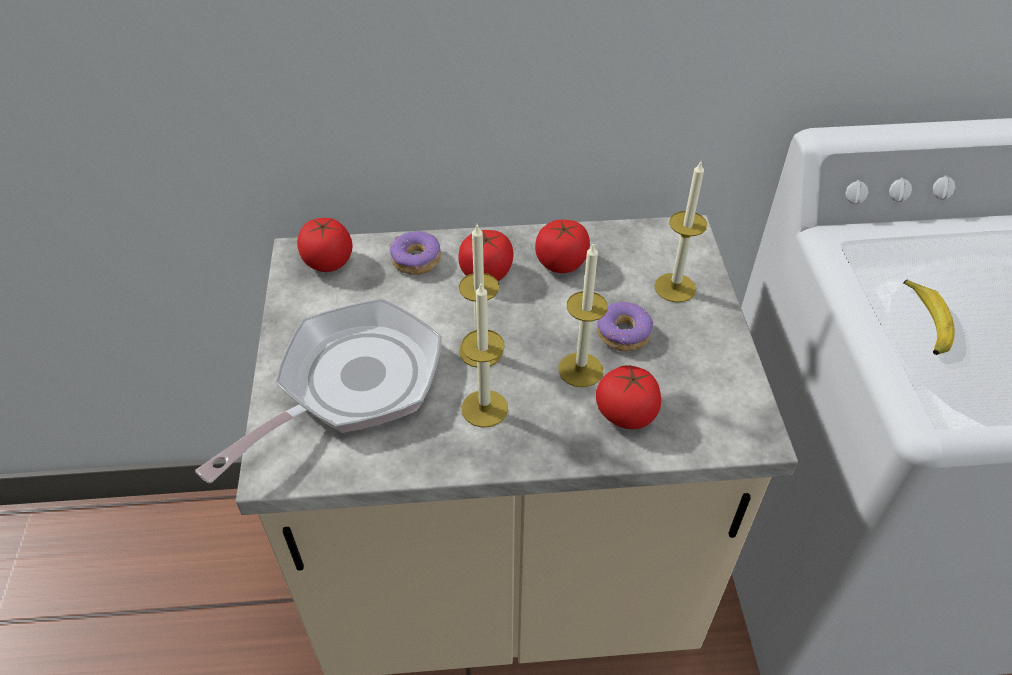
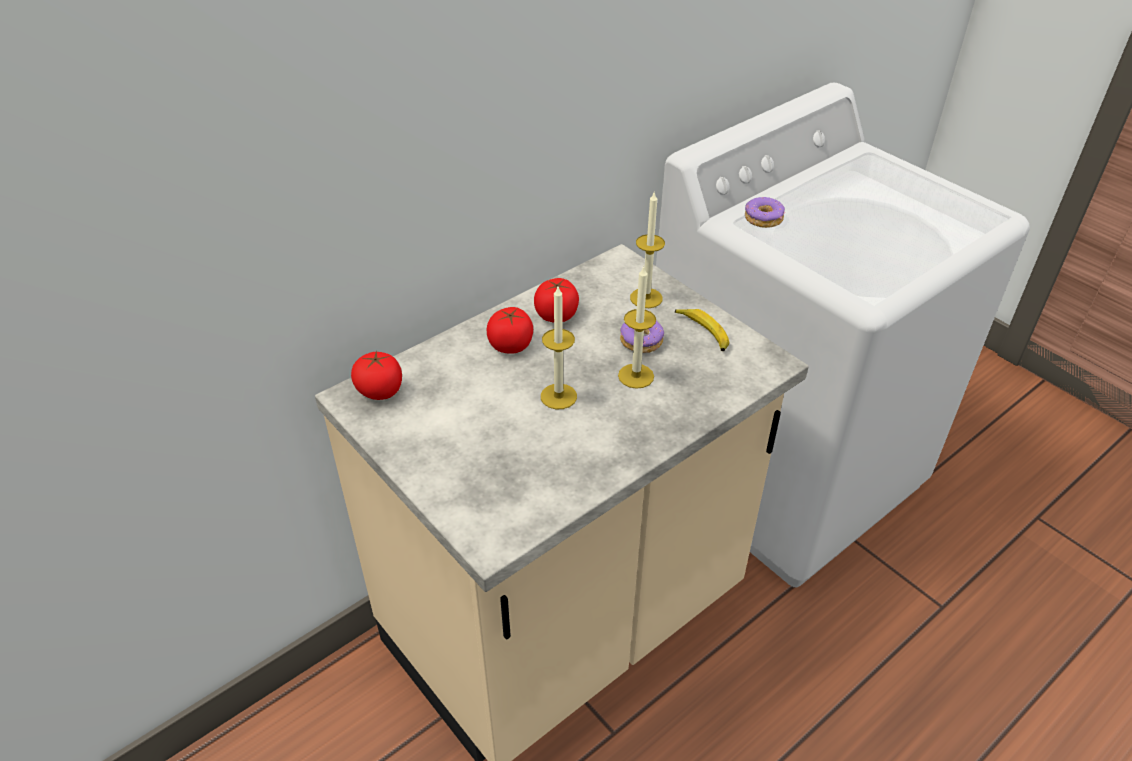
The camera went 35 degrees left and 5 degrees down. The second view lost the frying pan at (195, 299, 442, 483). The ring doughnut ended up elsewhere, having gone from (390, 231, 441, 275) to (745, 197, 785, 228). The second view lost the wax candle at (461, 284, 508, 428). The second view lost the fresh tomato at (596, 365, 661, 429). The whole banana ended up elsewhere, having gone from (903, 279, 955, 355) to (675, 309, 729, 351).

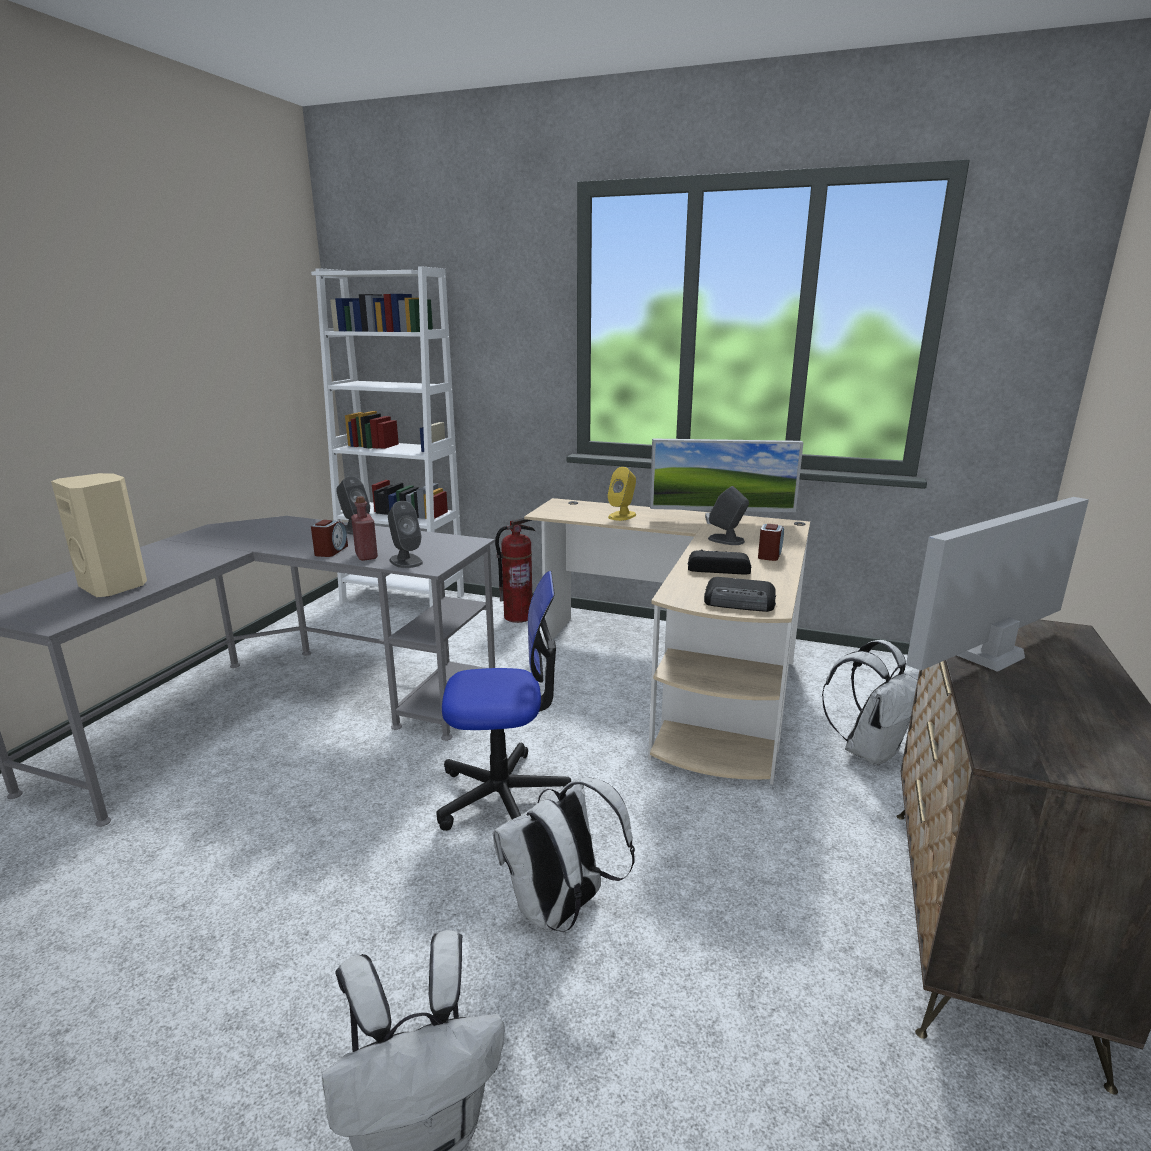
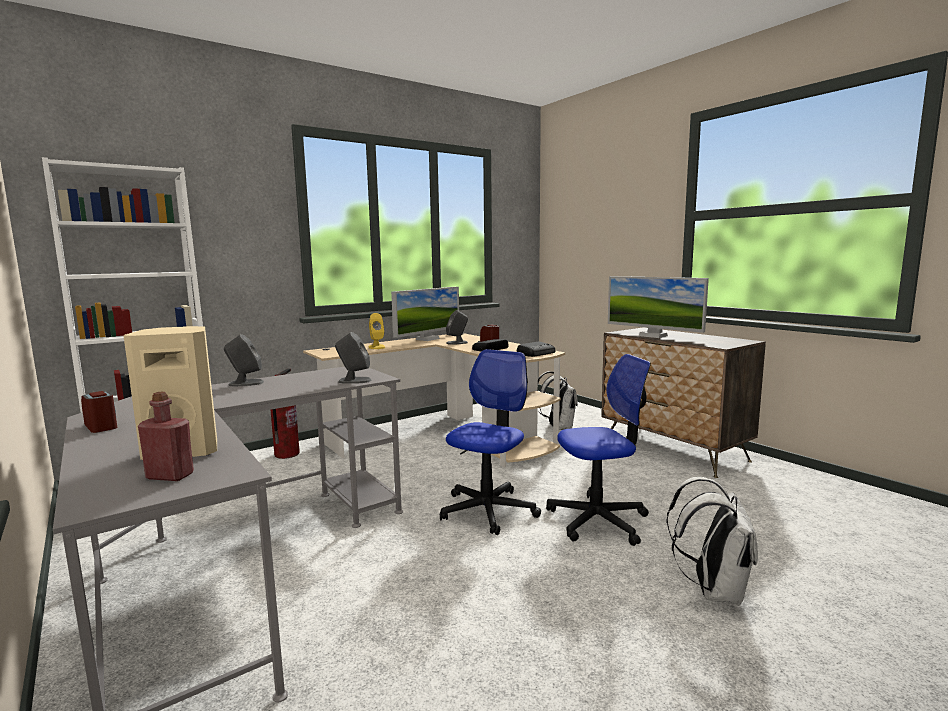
The camera went 55 degrees left and 10 degrees down. The bedside clock ended up elsewhere, having gone from (311, 520, 348, 557) to (81, 391, 117, 433). The red-coloured beverage bottle ended up elsewhere, having gone from (351, 496, 378, 561) to (138, 392, 194, 481). Where the whitish rucksack stood at (493, 775, 635, 932), the office chair came to stand at (546, 354, 651, 546). The computer display at (906, 497, 1089, 672) ended up facing another way, 45 degrees counterclockwise from before.

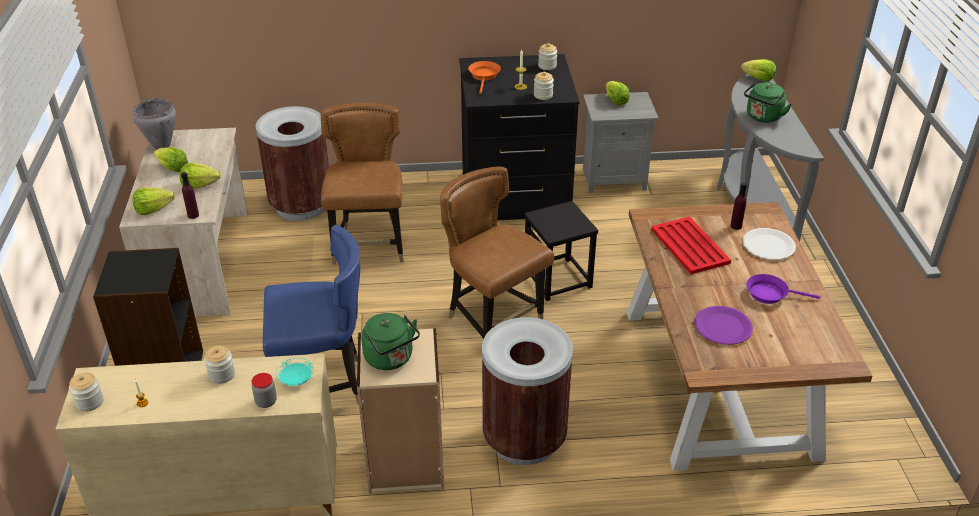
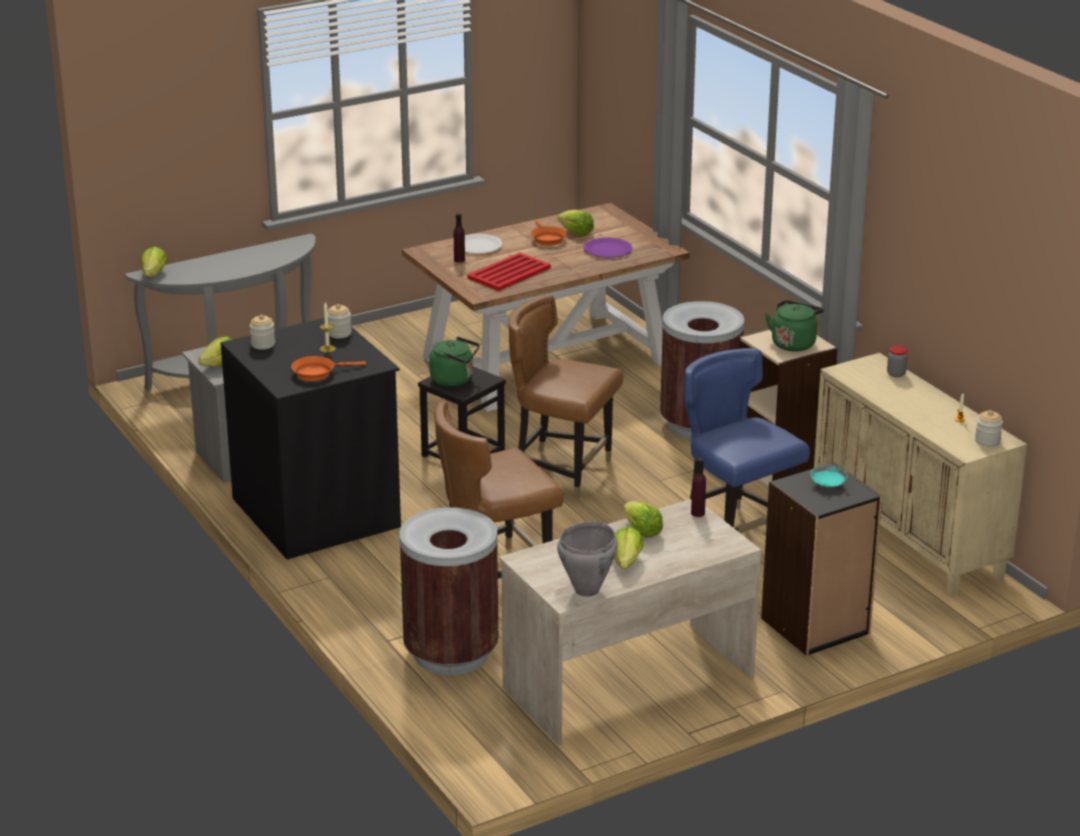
The camera went 115 degrees left and 10 degrees down. The lettuce head ended up elsewhere, having gone from (132, 187, 175, 215) to (557, 210, 594, 235). The second view lost the jar at (204, 346, 235, 384). The turquoise dinner plate ended up elsewhere, having gone from (276, 358, 314, 386) to (810, 466, 848, 487). The brownish upright chair at (440, 167, 554, 339) ended up facing another way, 90 degrees clockwise from before. The greenish water kettle ended up elsewhere, having gone from (744, 82, 792, 122) to (429, 336, 480, 387). What was the purple frying pan at (746, 274, 820, 304) turned into the orange frying pan at (531, 220, 567, 246).

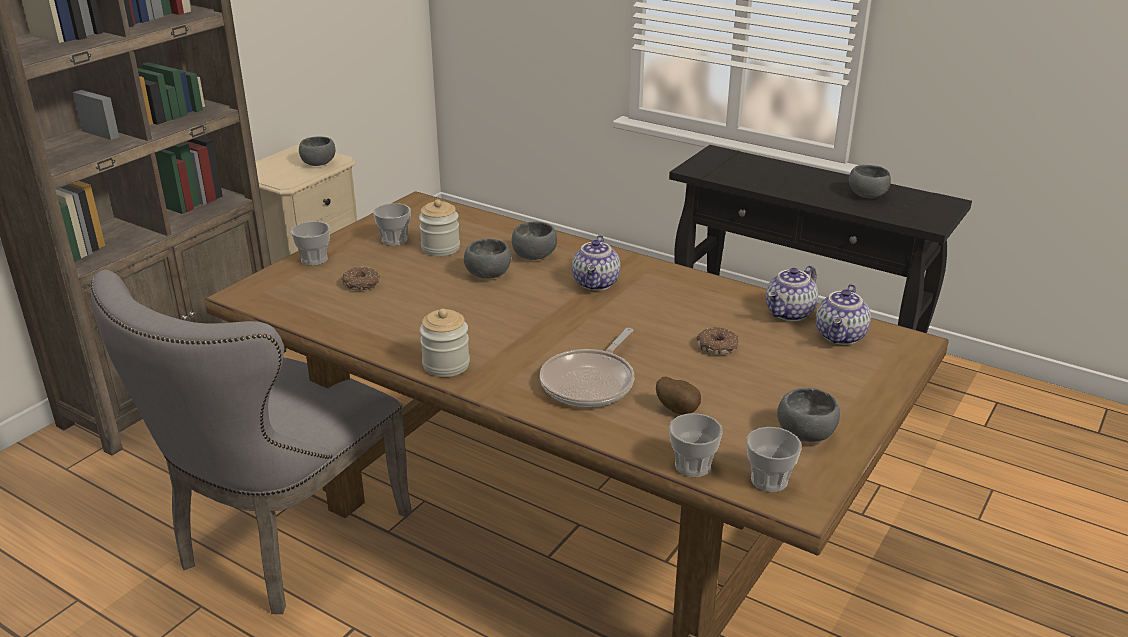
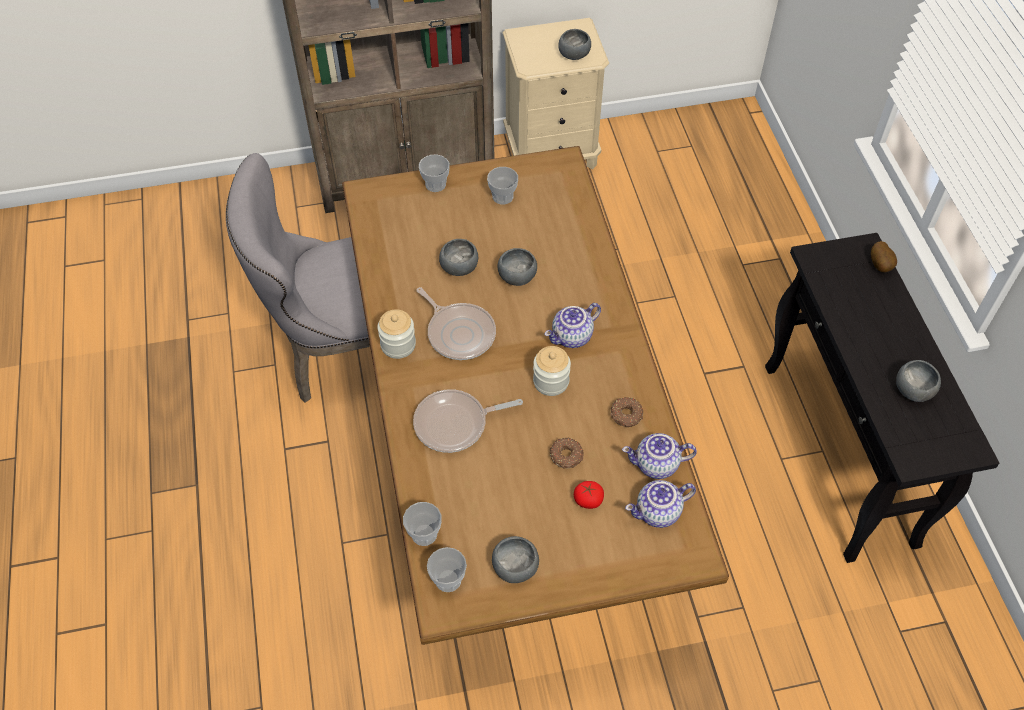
The camera went 45 degrees right and 25 degrees up. The ring doughnut ended up elsewhere, having gone from (342, 267, 380, 291) to (610, 397, 643, 427). The jar ended up elsewhere, having gone from (419, 199, 460, 256) to (533, 346, 571, 396). The gray serving bowl ended up elsewhere, having gone from (512, 221, 557, 260) to (439, 239, 478, 276). The whole potato ended up elsewhere, having gone from (656, 376, 701, 415) to (871, 241, 897, 272). The second view gained the frying pan at (416, 287, 496, 360). The second view gained the fresh tomato at (574, 481, 604, 509).

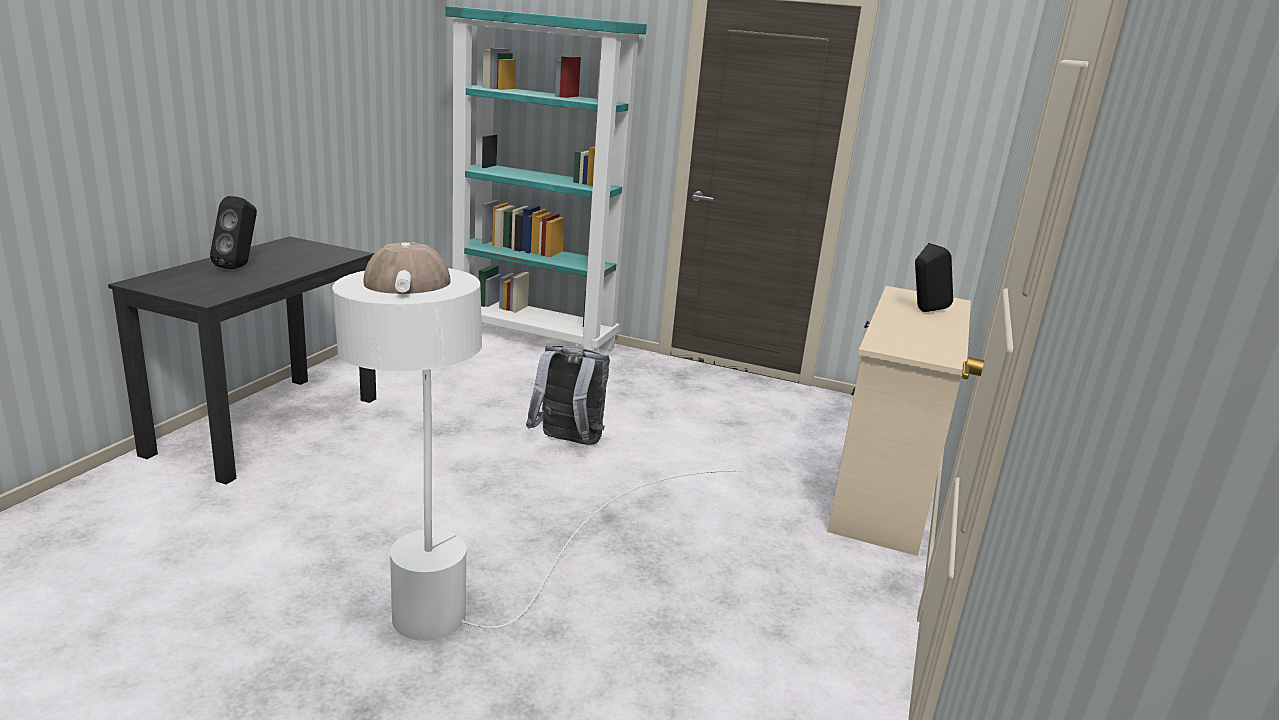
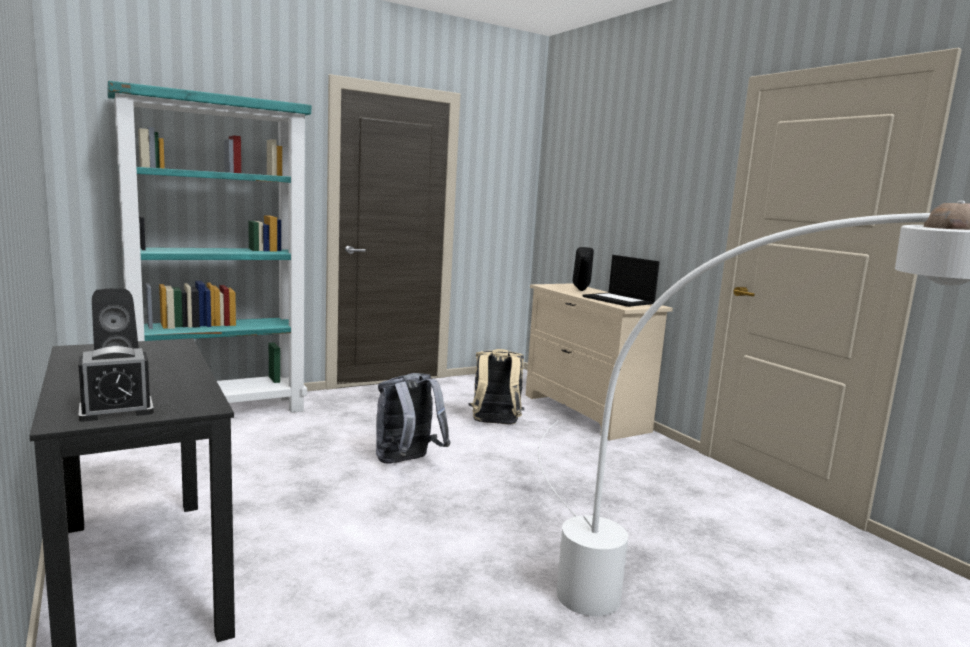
The camera went 50 degrees left and 10 degrees down. The second view gained the bedside clock at (78, 346, 154, 422). The second view gained the sand-coloured rucksack at (468, 349, 524, 424). The second view gained the laptop at (583, 255, 659, 307).

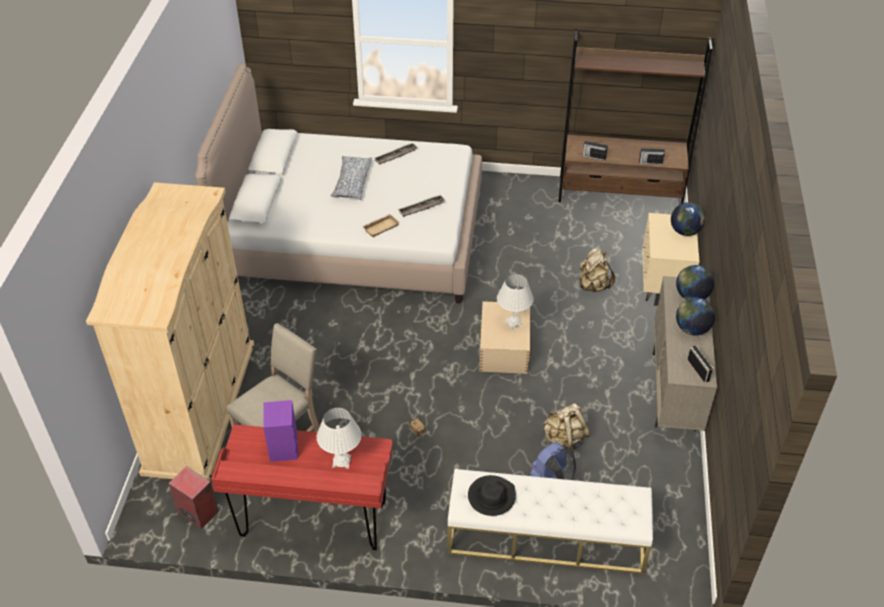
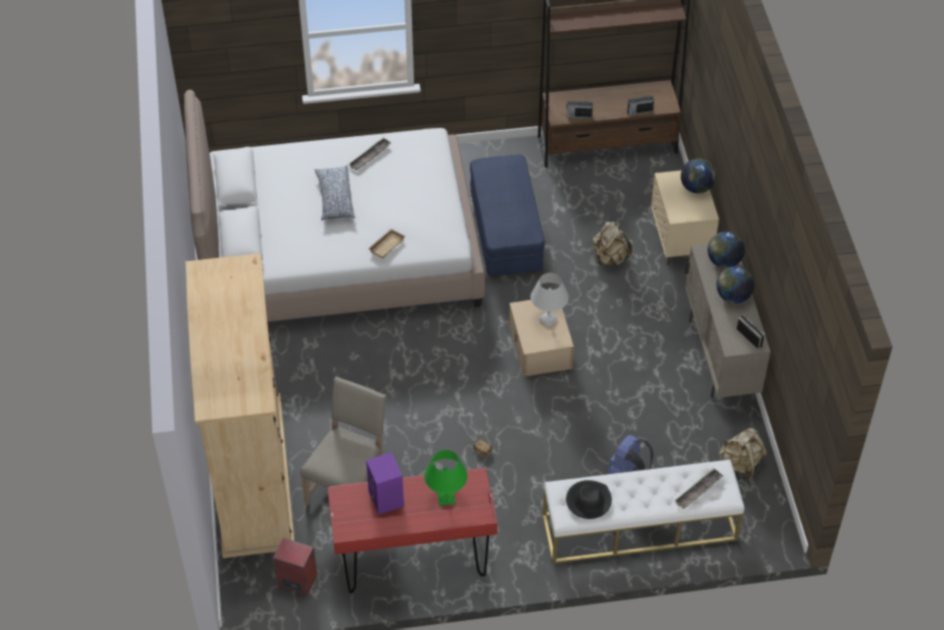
The camera went 15 degrees left and 5 degrees up. What was the whitish lamp for a table at (317, 408, 362, 469) turned into the greenish lamp for a table at (424, 450, 468, 507). The carrying tray ended up elsewhere, having gone from (398, 195, 446, 217) to (674, 468, 724, 509). The sand-coloured rucksack ended up elsewhere, having gone from (543, 403, 591, 453) to (719, 428, 768, 479). The second view gained the blue ottoman at (470, 155, 545, 279).

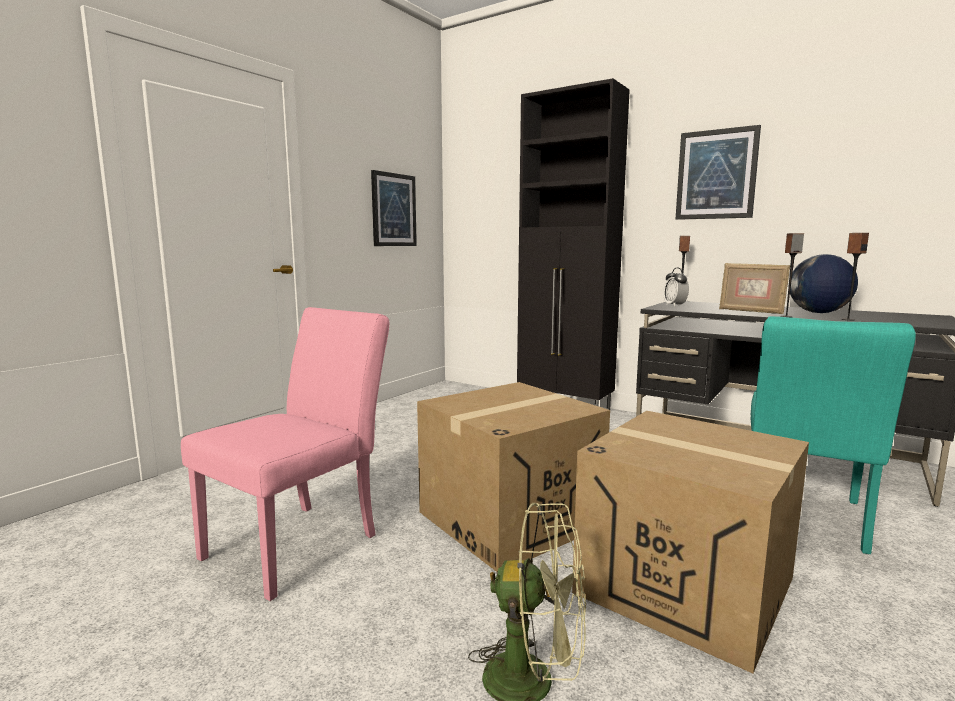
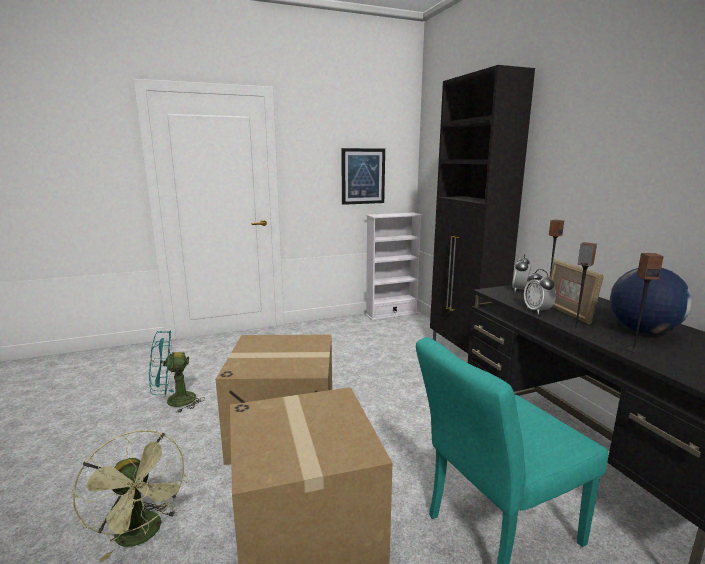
The camera went 35 degrees right and 5 degrees up. Where the pink-coloured upright chair stood at (181, 307, 389, 601), the turquoise electric fan came to stand at (149, 330, 205, 413). The second view lost the wall picture at (676, 125, 761, 220). The second view gained the whitish bookshelf at (365, 212, 423, 321). The second view gained the bedside clock at (524, 269, 556, 314).

